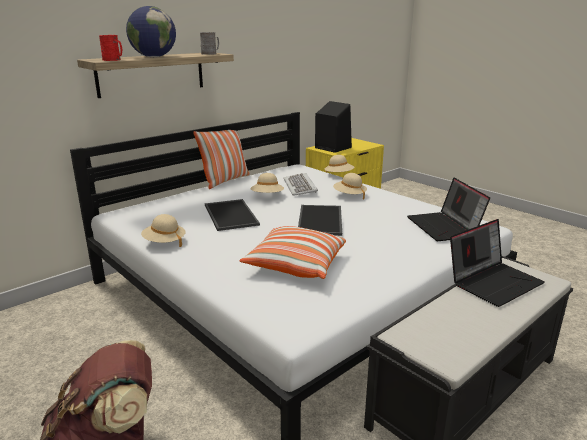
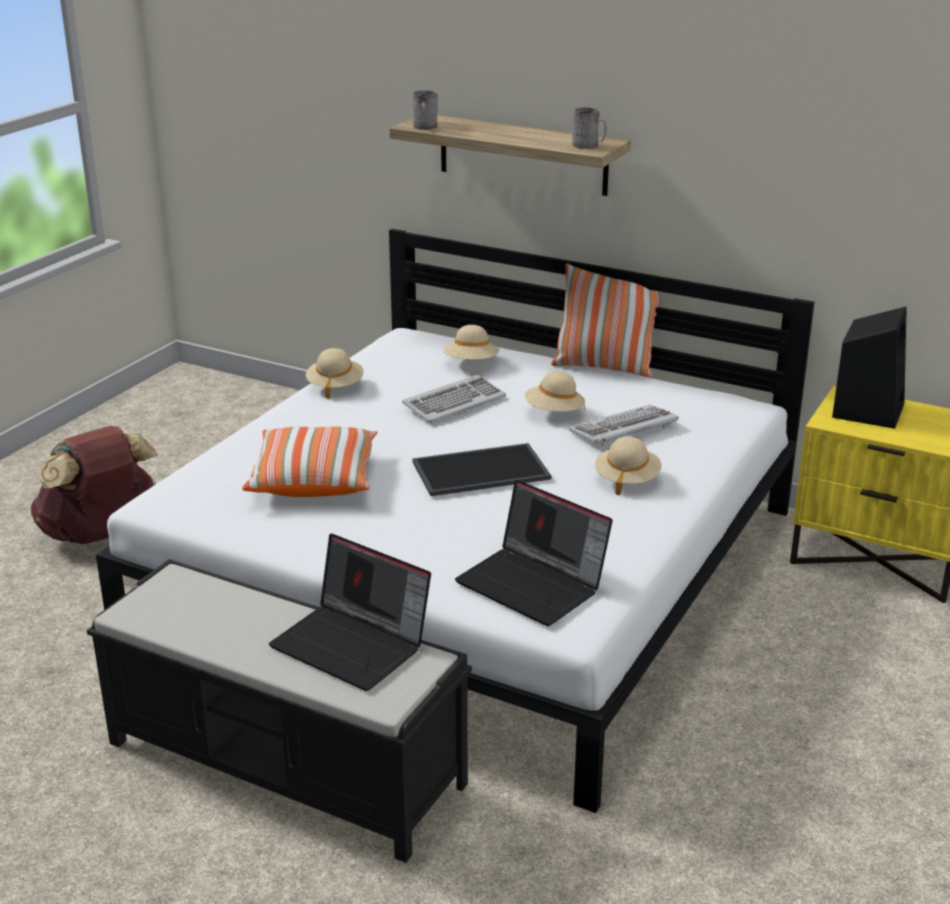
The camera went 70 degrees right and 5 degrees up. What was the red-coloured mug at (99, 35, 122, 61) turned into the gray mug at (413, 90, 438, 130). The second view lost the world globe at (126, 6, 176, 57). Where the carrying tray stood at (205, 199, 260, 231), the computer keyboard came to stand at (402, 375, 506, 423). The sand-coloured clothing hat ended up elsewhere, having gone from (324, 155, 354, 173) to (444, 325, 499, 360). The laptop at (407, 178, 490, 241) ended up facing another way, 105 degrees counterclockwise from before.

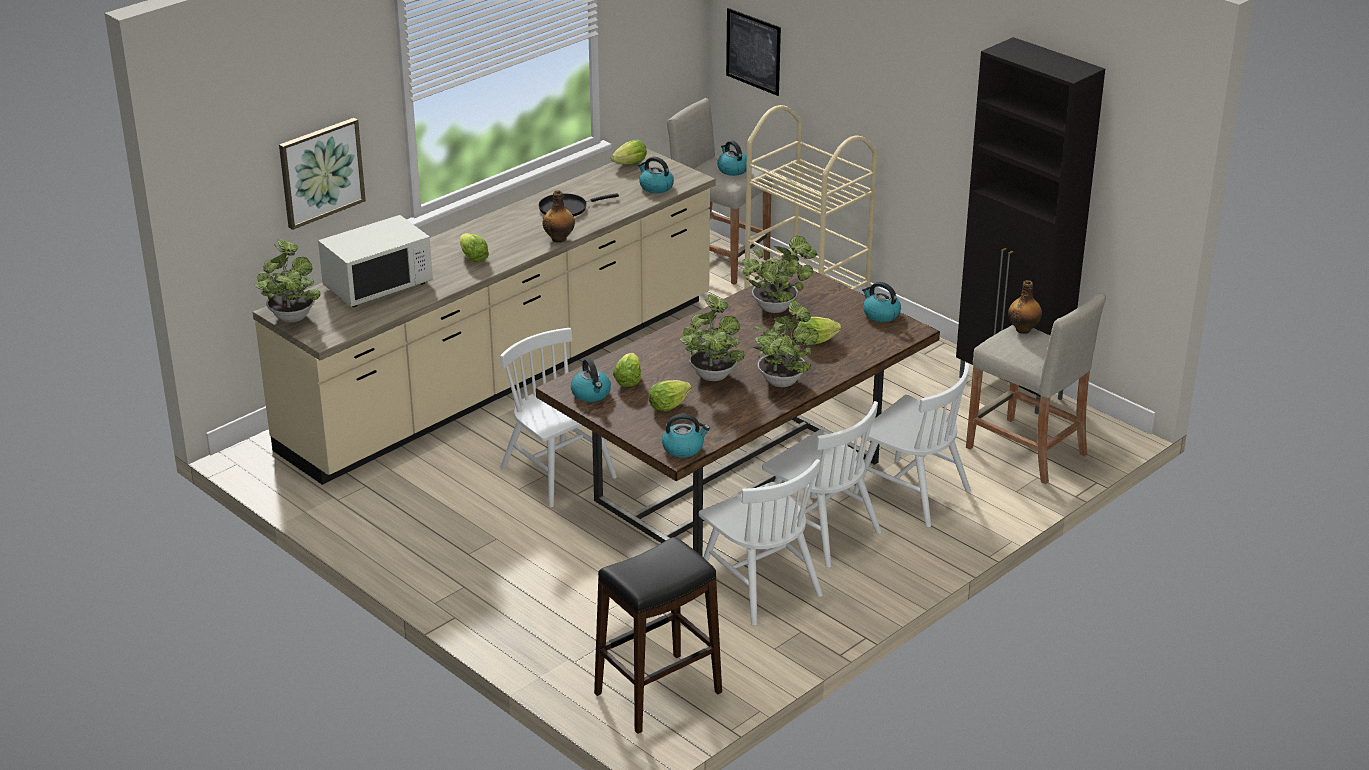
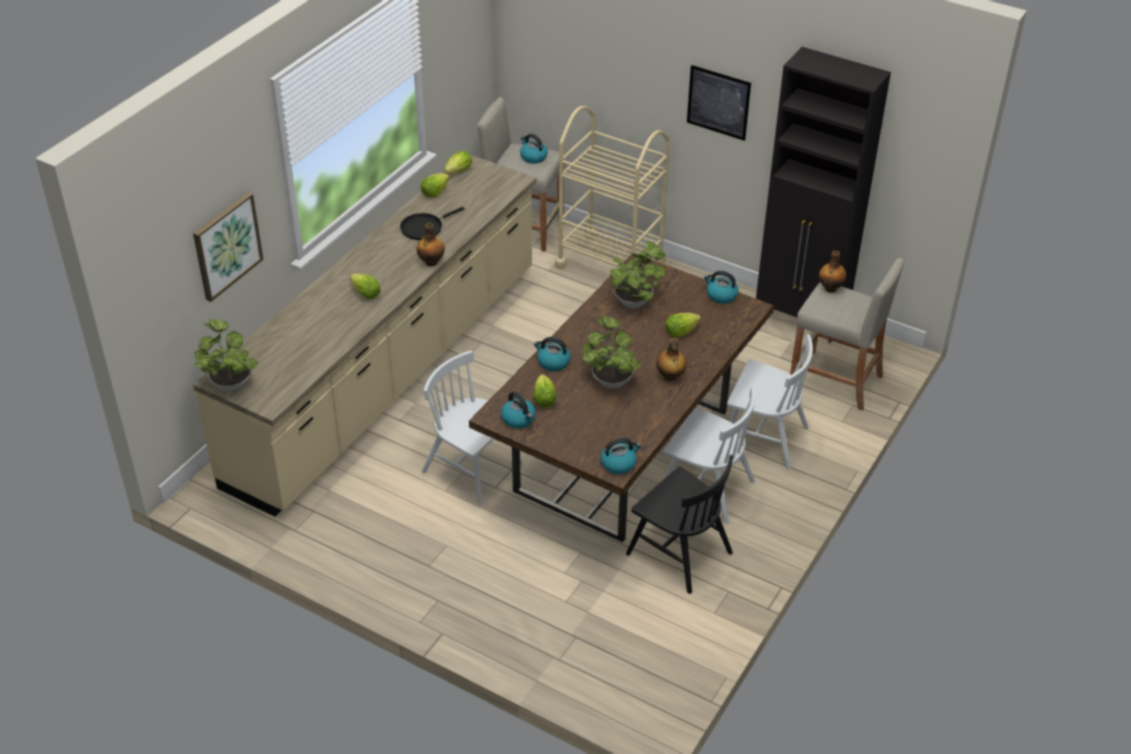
The camera went 15 degrees left and 10 degrees up. The second view lost the whitish kitchen microwave at (318, 215, 433, 307). The second view lost the black-coloured sitting stool at (594, 537, 722, 734). The water kettle ended up elsewhere, having gone from (638, 157, 674, 193) to (534, 337, 571, 371). The lettuce head ended up elsewhere, having gone from (649, 380, 691, 412) to (421, 173, 449, 198). What was the whitish upright chair at (699, 459, 823, 626) turned into the black-coloured upright chair at (626, 455, 733, 594). The wall picture ended up elsewhere, having gone from (726, 8, 781, 96) to (687, 65, 751, 141). Where the houseplant stood at (753, 301, 819, 387), the beverage bottle came to stand at (656, 338, 687, 381).

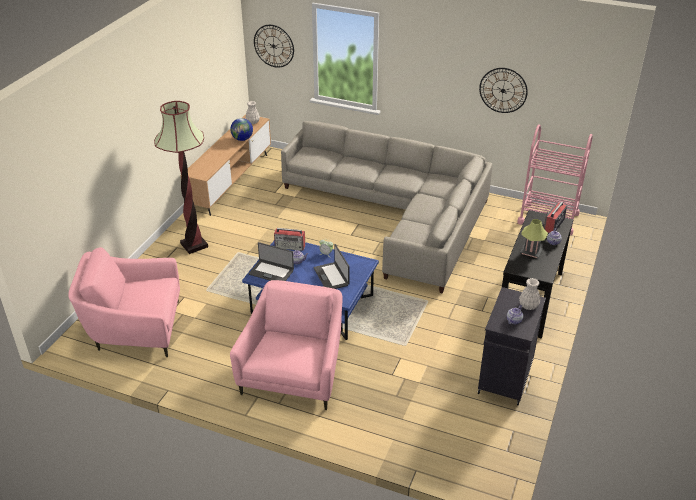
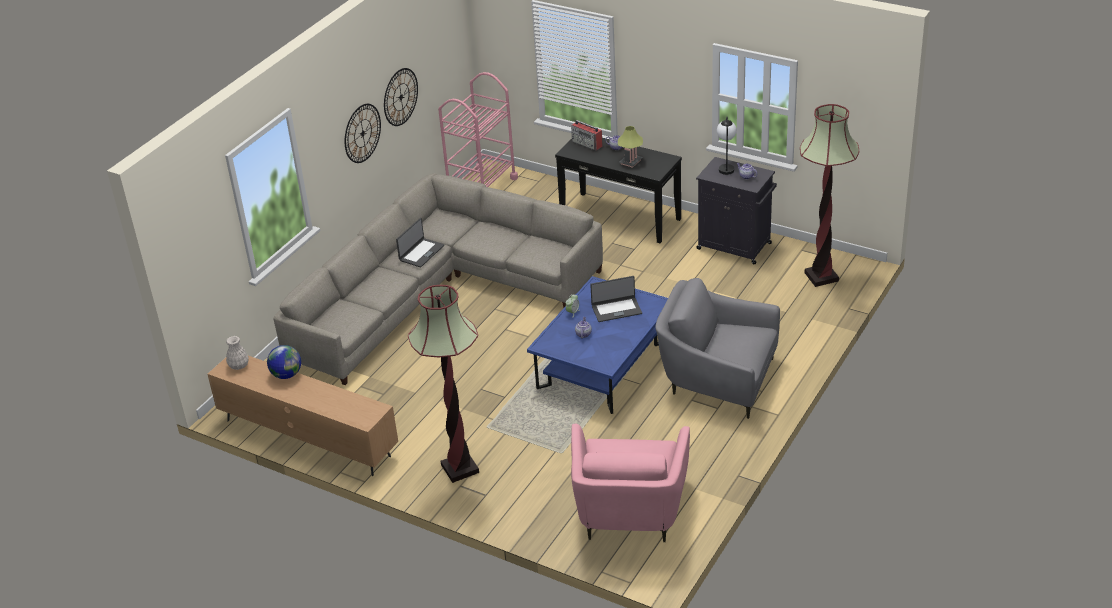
The camera went 80 degrees left and 0 degrees up. What was the pink-coloured armchair at (230, 280, 342, 410) turned into the gray armchair at (655, 278, 780, 419). The laptop ended up elsewhere, having gone from (249, 242, 294, 281) to (396, 218, 444, 268). The clock on the wall ended up elsewhere, having gone from (254, 25, 294, 68) to (345, 104, 381, 163). The second view lost the radio at (274, 228, 305, 251). Where the whitish decorative vase stood at (519, 278, 540, 310), the lamp for a table came to stand at (717, 117, 737, 175). The second view gained the floor lamp at (800, 104, 859, 287).

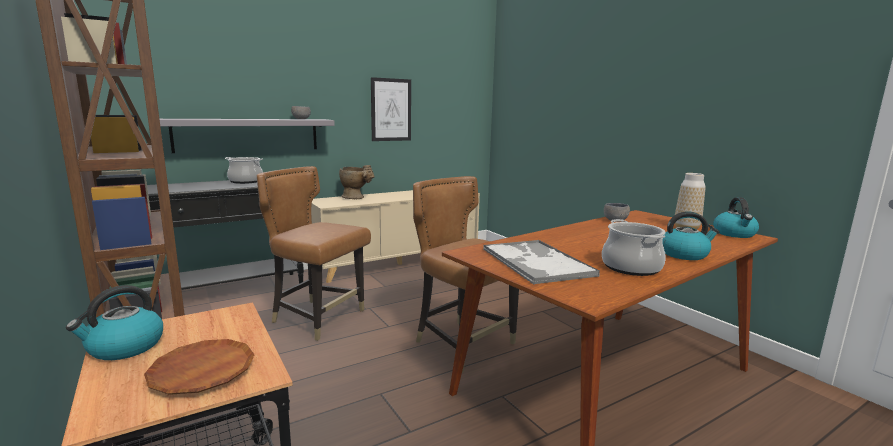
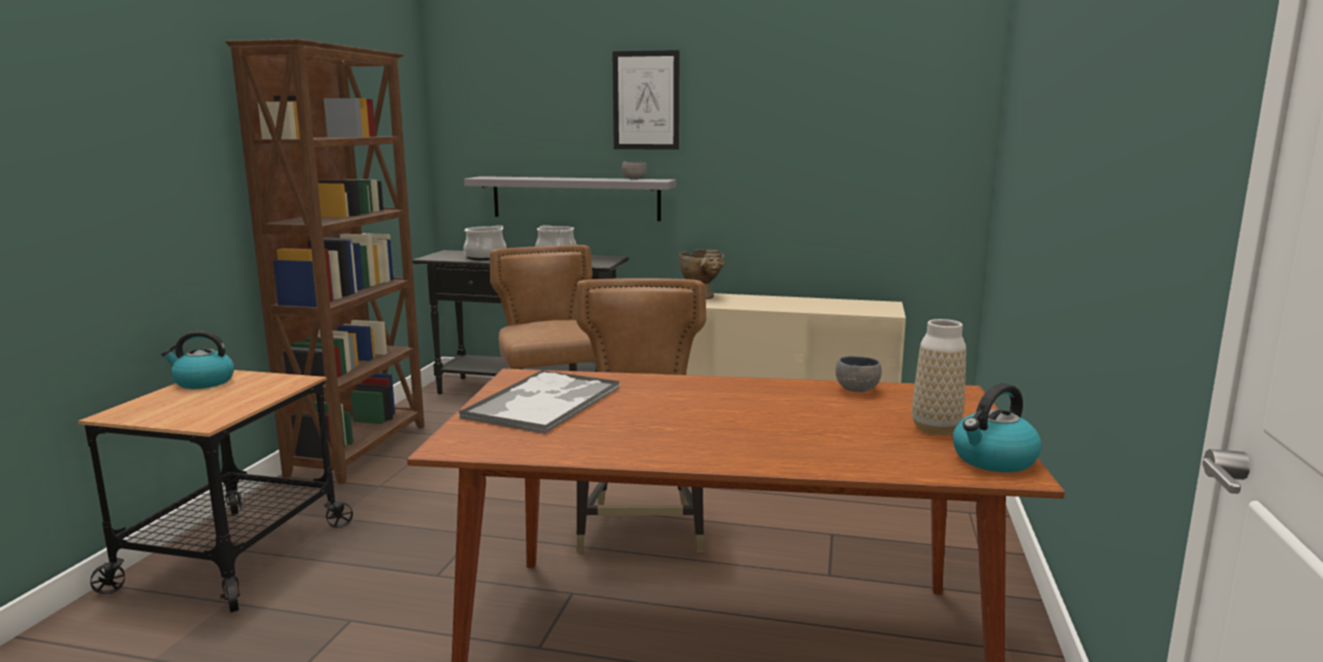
The camera went 45 degrees right and 0 degrees up. The second view lost the brownish dinner plate at (144, 339, 255, 395). The wall picture ended up elsewhere, having gone from (371, 77, 411, 141) to (612, 50, 679, 150). The stockpot ended up elsewhere, having gone from (602, 219, 666, 276) to (464, 225, 507, 260). The second view lost the water kettle at (662, 212, 720, 260).

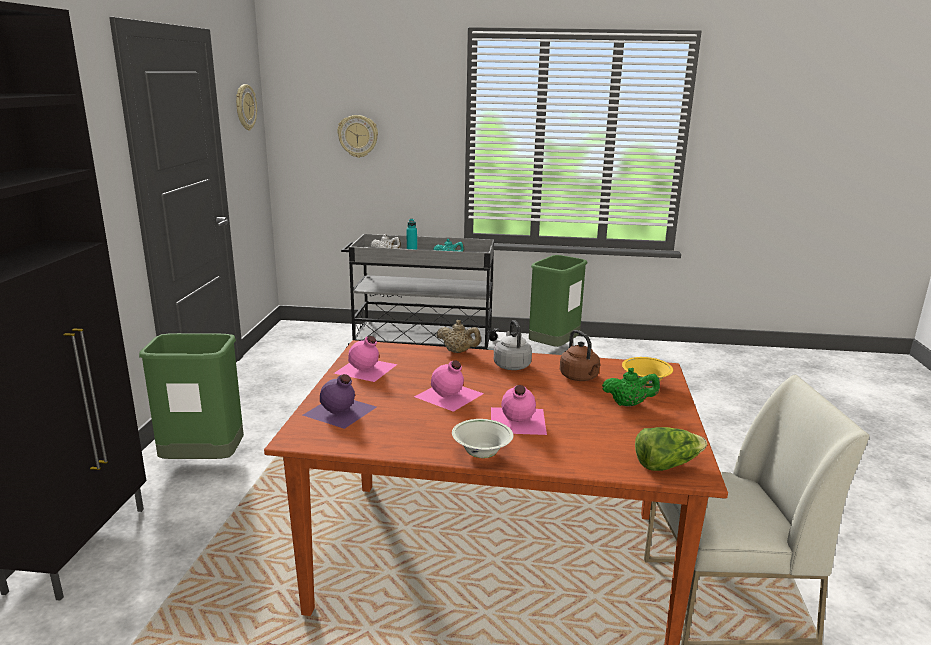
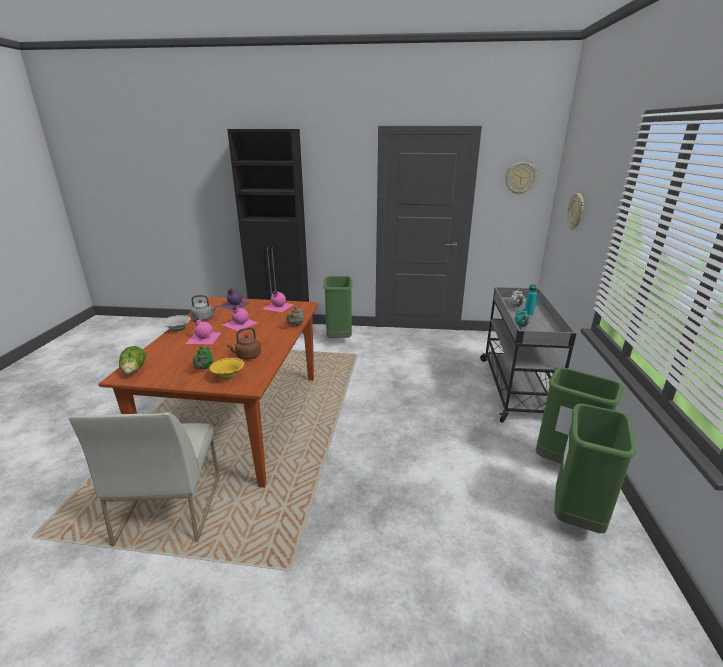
The camera went 90 degrees right and 5 degrees up. The gray water kettle ended up elsewhere, having gone from (494, 320, 532, 370) to (191, 295, 218, 321). The second view gained the greenish rubbish bin at (554, 404, 636, 533).

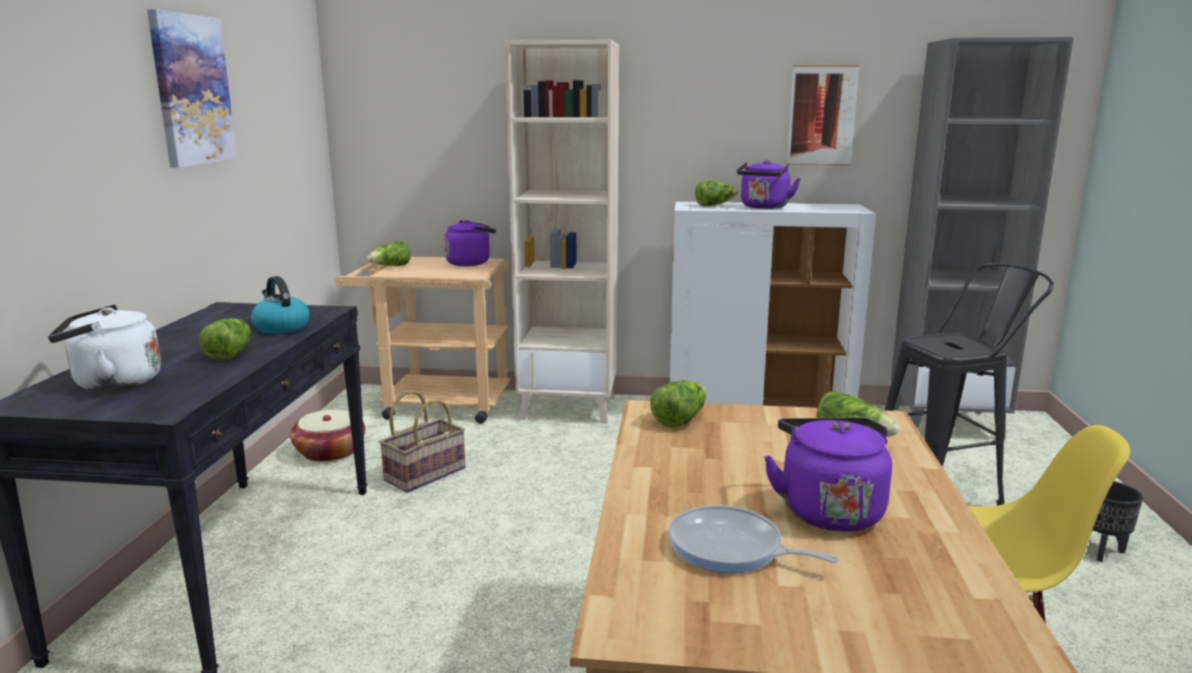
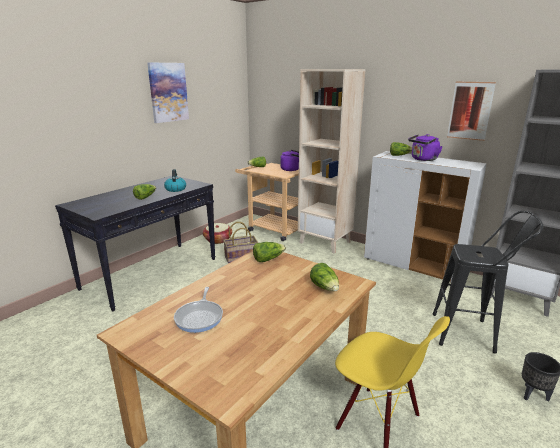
The camera went 30 degrees right and 5 degrees up. The second view lost the whitish water kettle at (48, 304, 161, 391). The frying pan at (668, 505, 839, 573) ended up facing another way, 150 degrees counterclockwise from before. The second view lost the purple water kettle at (764, 418, 892, 532).

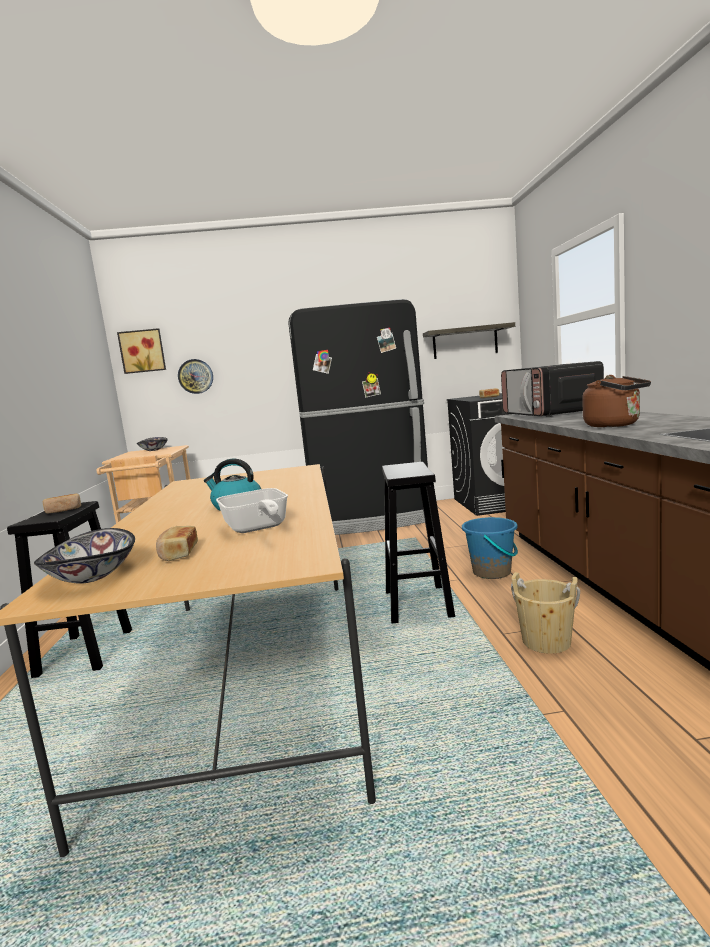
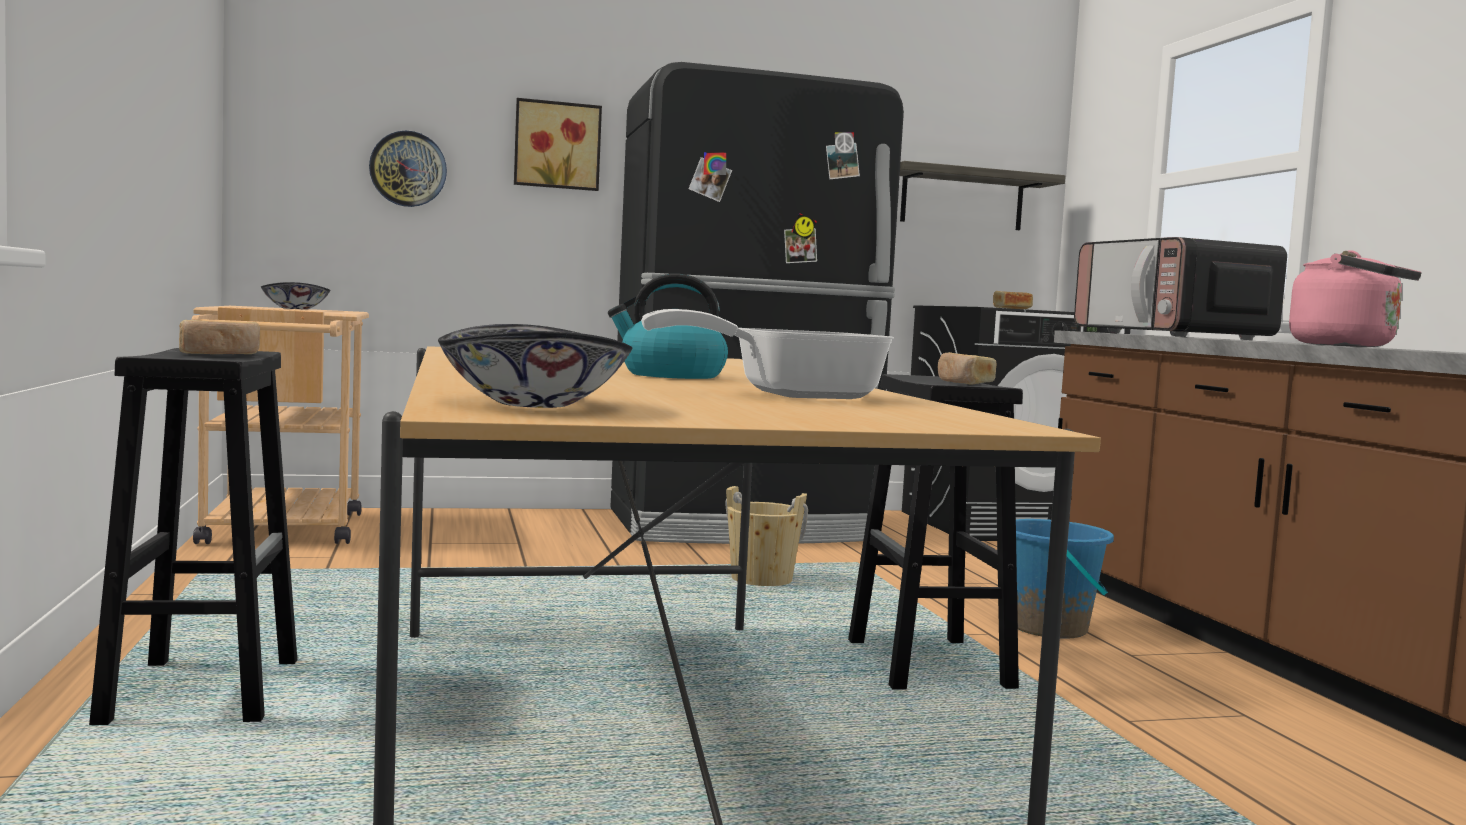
The camera went 10 degrees left and 5 degrees down. The wall picture ended up elsewhere, having gone from (117, 328, 166, 374) to (514, 98, 602, 191). The bakery bread ended up elsewhere, having gone from (156, 526, 198, 561) to (938, 352, 996, 384). The frying pan at (216, 488, 288, 533) ended up facing another way, 105 degrees clockwise from before. The sand-coloured bucket ended up elsewhere, having gone from (511, 572, 580, 654) to (725, 486, 808, 586). What was the brownish water kettle at (582, 375, 651, 427) turned into the pink-coloured water kettle at (1289, 250, 1422, 347).

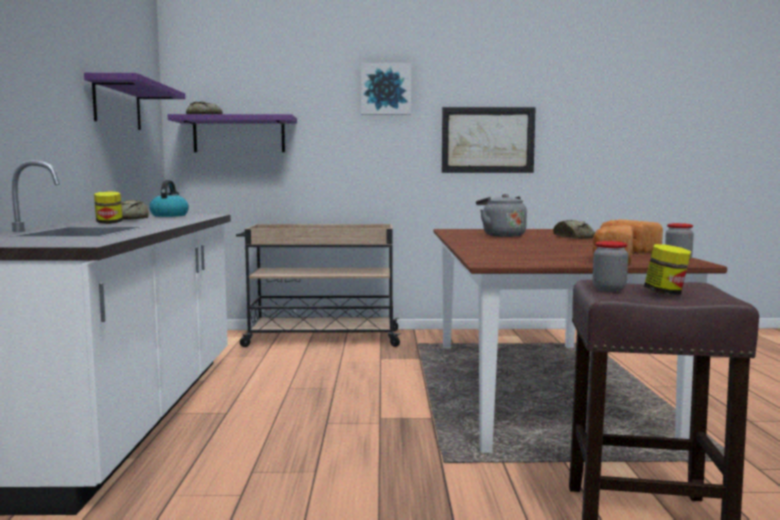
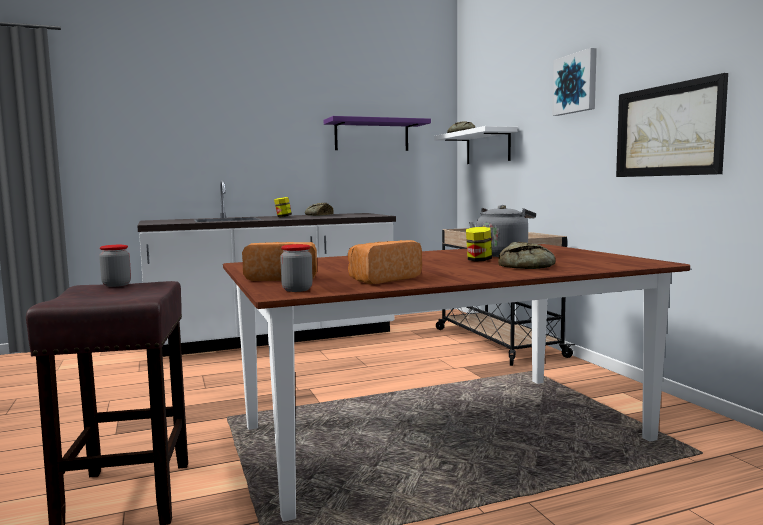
The camera went 70 degrees right and 0 degrees up. The second view lost the water kettle at (149, 180, 189, 217). What was the purple wall shelf at (168, 114, 297, 152) turned into the whitish wall shelf at (434, 126, 518, 164). The jar ended up elsewhere, having gone from (644, 244, 691, 295) to (466, 227, 492, 262).

